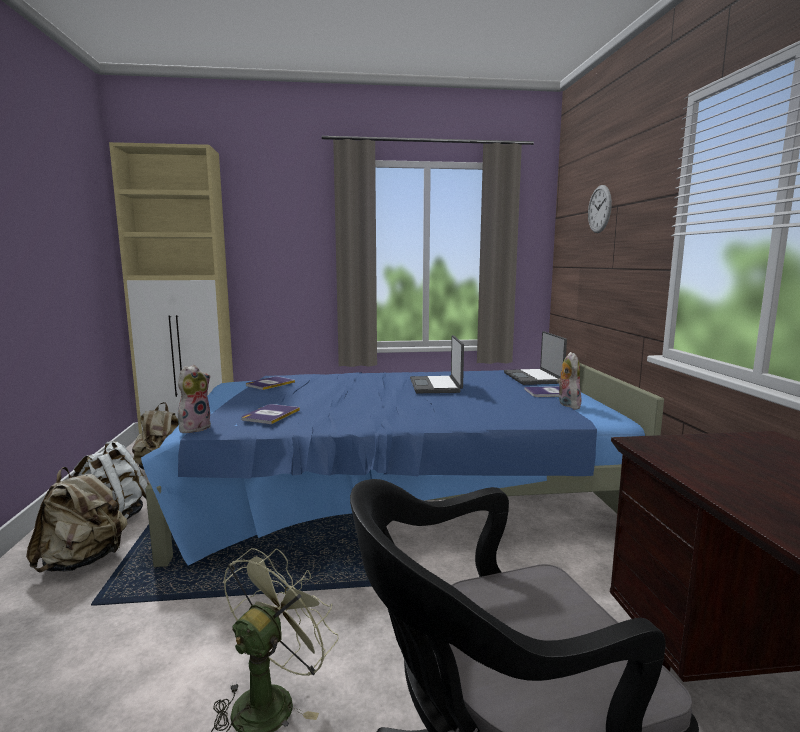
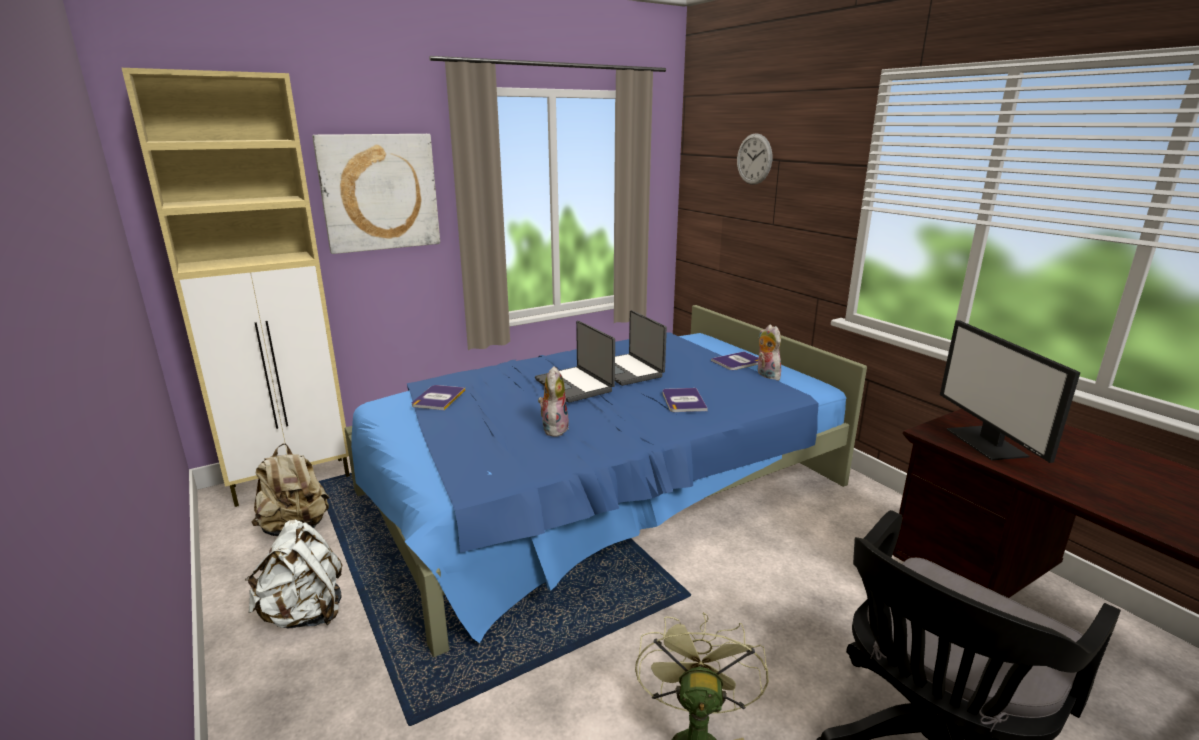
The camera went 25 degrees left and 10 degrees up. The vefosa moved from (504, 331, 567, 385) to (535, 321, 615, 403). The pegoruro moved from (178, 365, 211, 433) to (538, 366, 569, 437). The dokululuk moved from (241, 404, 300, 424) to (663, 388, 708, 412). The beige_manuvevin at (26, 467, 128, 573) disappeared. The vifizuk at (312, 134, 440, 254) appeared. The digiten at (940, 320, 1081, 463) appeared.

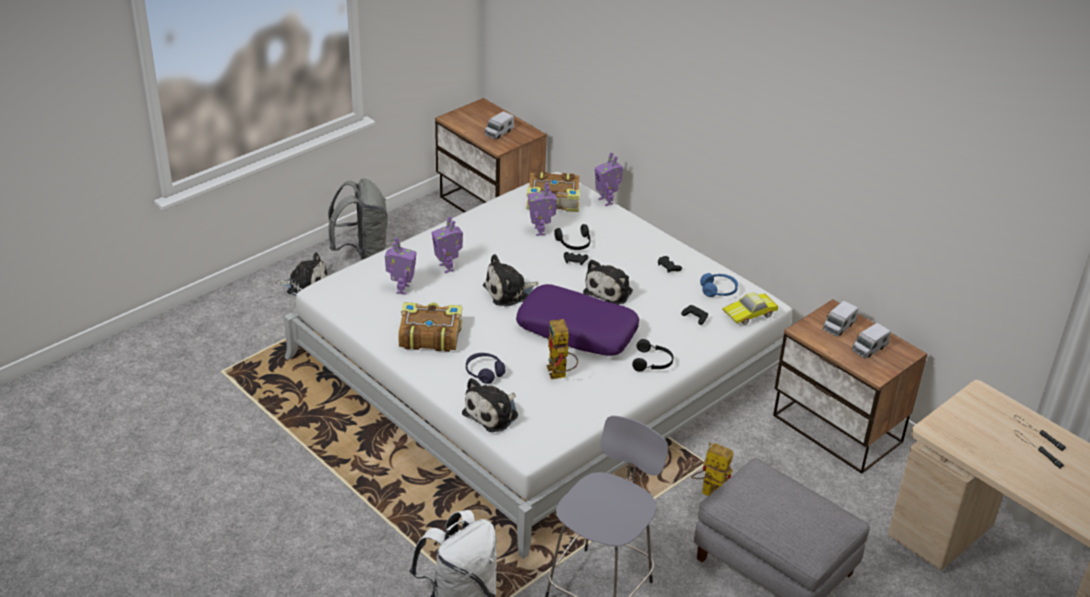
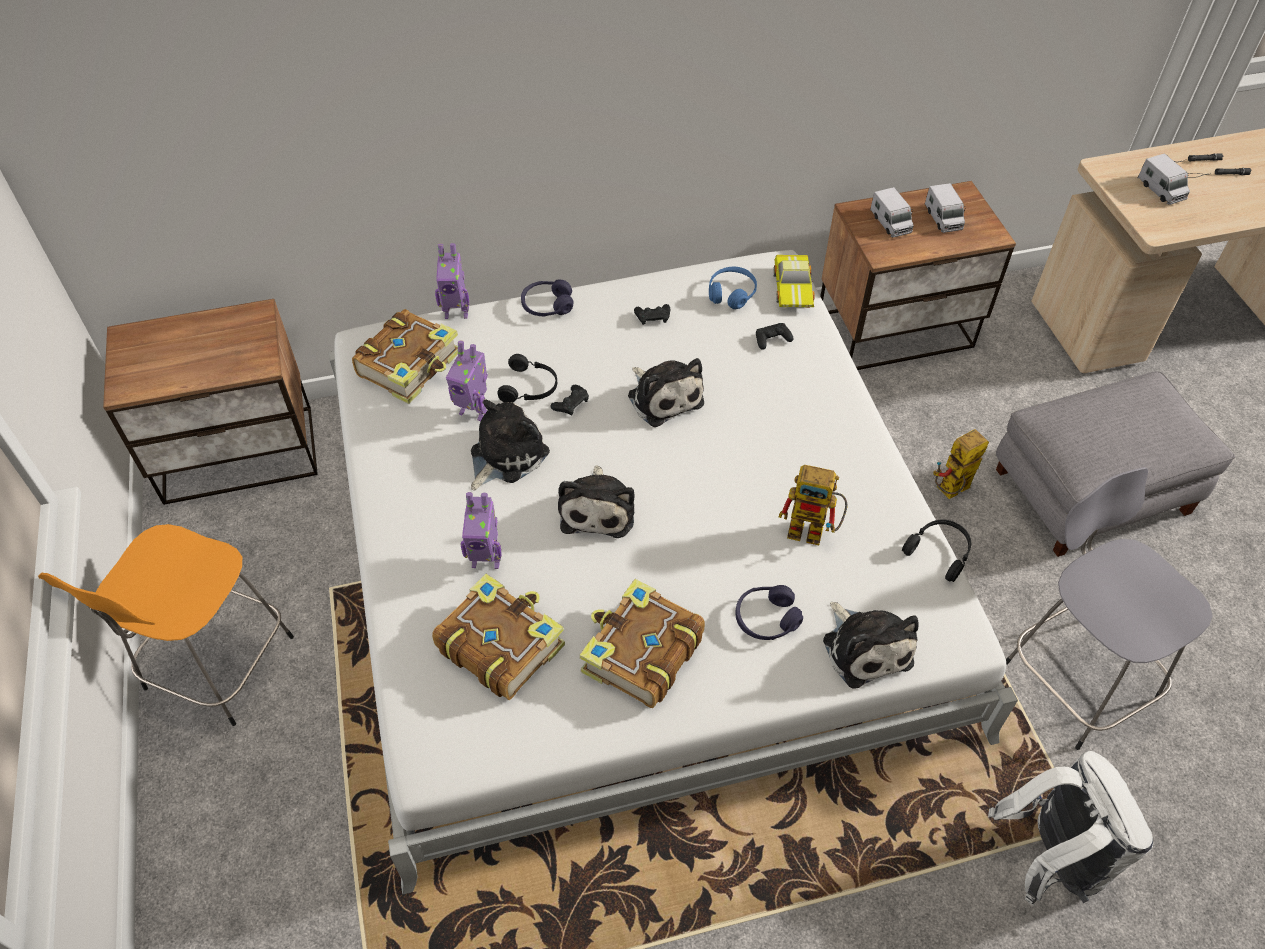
The camera went 60 degrees left and 15 degrees up. The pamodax moved from (484, 111, 514, 139) to (1138, 153, 1190, 205). The grey_manuvevin at (328, 179, 387, 260) was replaced by the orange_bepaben at (38, 524, 294, 726). The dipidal at (385, 238, 416, 295) was replaced by the dokululuk at (432, 574, 565, 700). The pegoruro moved from (276, 252, 328, 296) to (471, 400, 550, 491). The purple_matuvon at (516, 284, 639, 356) disappeared. The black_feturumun moved from (632, 339, 673, 372) to (902, 519, 971, 582). The purple_feturumun at (521, 279, 573, 317) appeared.

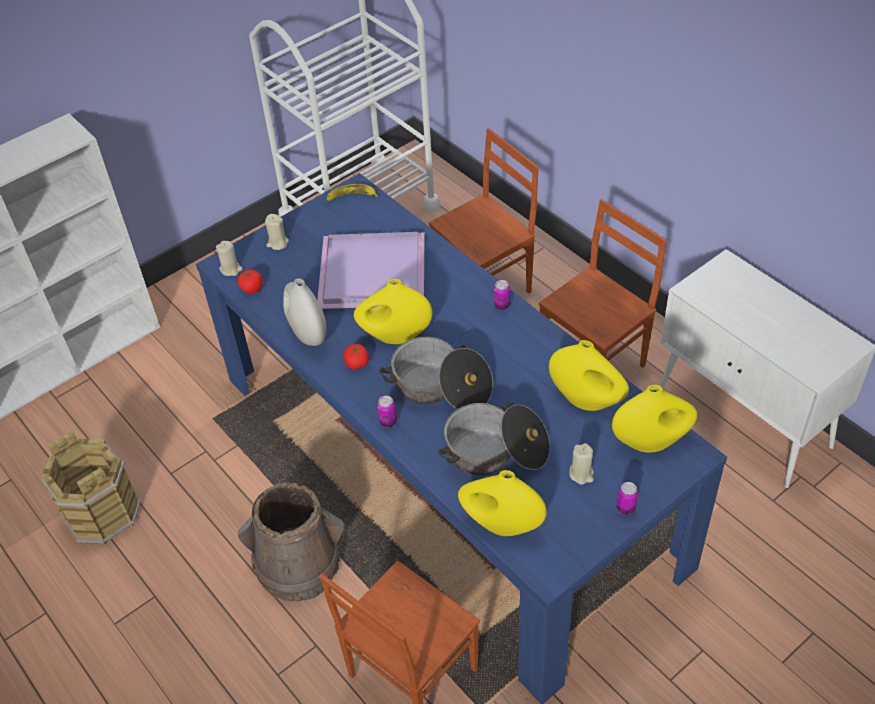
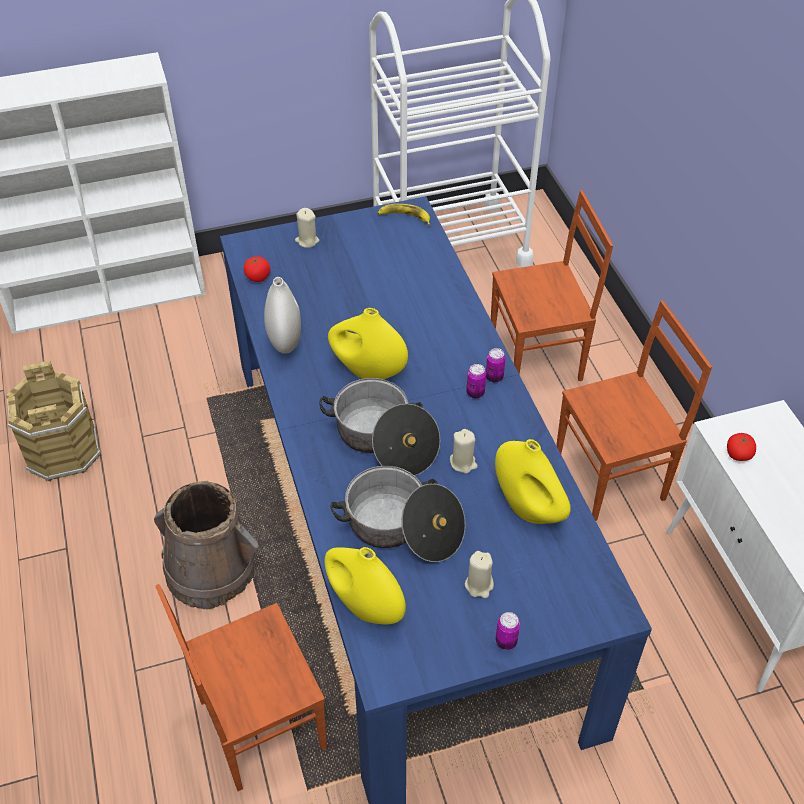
The camera went 20 degrees right and 0 degrees up. The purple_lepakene at (317, 232, 425, 309) disappeared. The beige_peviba moved from (216, 241, 243, 276) to (450, 429, 478, 474). The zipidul moved from (343, 344, 369, 369) to (727, 433, 756, 461). The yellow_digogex at (612, 385, 697, 453) disappeared. The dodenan moved from (377, 396, 397, 427) to (466, 364, 486, 398).

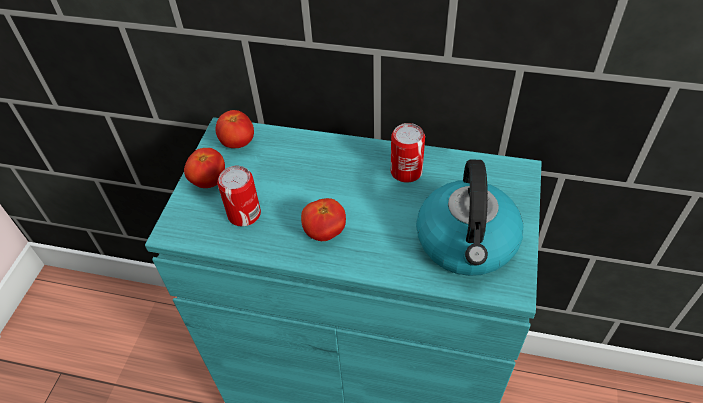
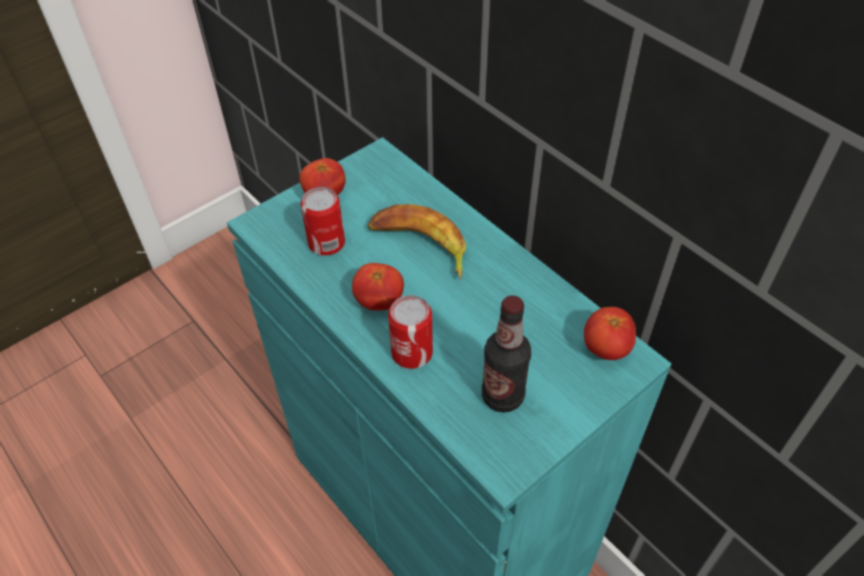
The camera went 35 degrees right and 0 degrees up. The zipidul moved from (216, 110, 254, 148) to (584, 307, 636, 360). The dodenan moved from (391, 123, 425, 183) to (388, 295, 433, 369). The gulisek at (416, 159, 523, 276) was replaced by the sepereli at (482, 295, 531, 413). The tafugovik at (368, 204, 466, 279) appeared.

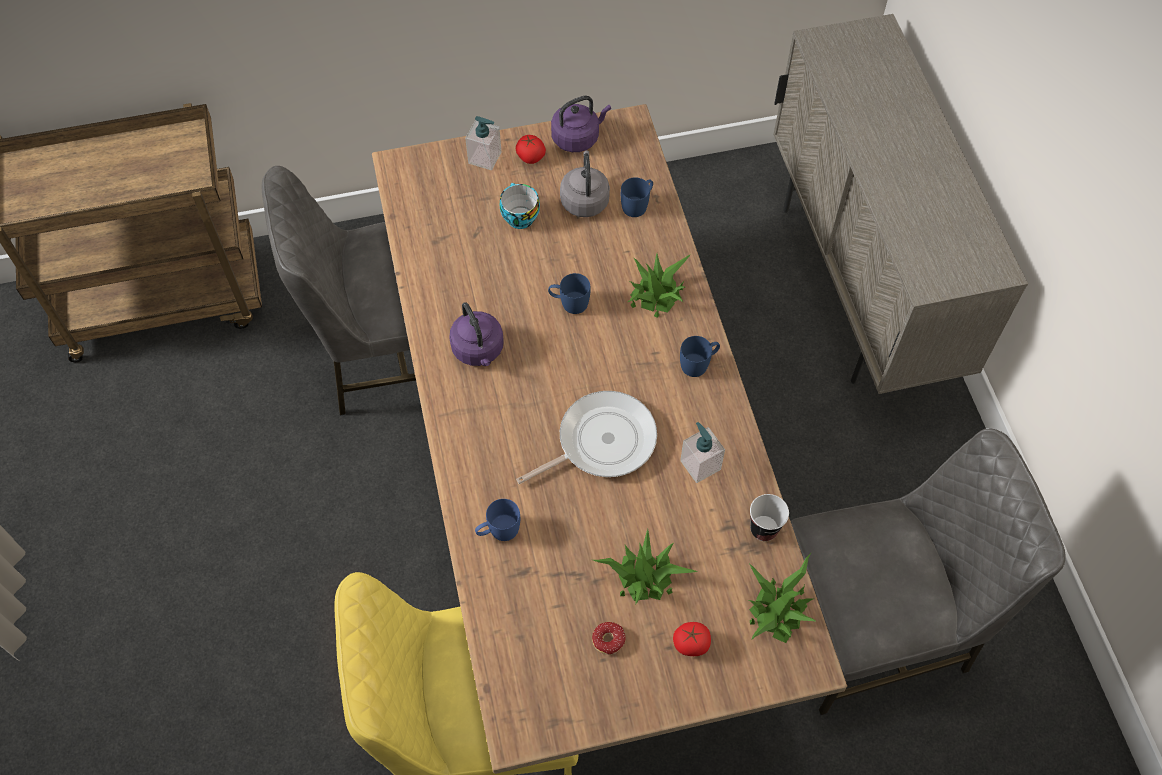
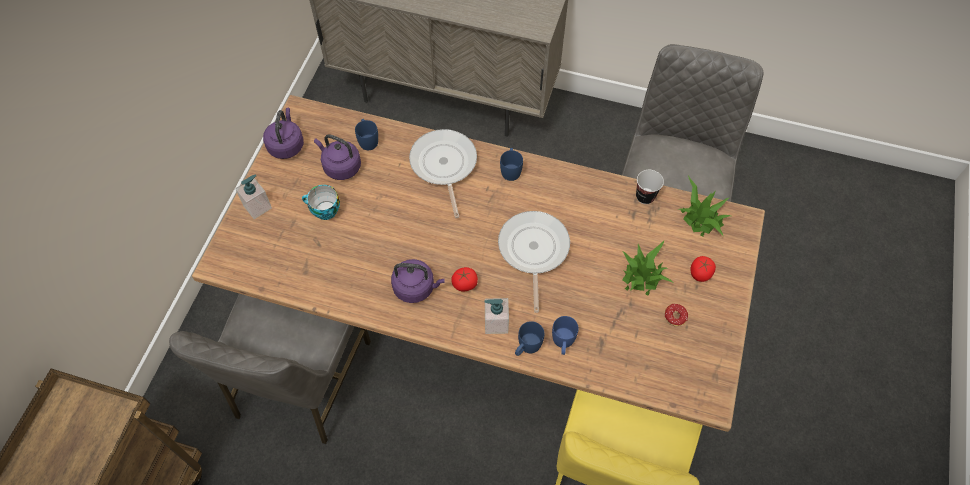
The camera went 60 degrees left and 0 degrees up. The zipidul moved from (516, 135, 546, 164) to (451, 267, 478, 291). The grey_gulisek at (560, 150, 610, 217) became the purple_gulisek at (314, 134, 361, 180). The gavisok at (628, 254, 691, 318) was replaced by the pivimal at (409, 129, 477, 218). The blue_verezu moved from (548, 273, 590, 314) to (515, 321, 544, 356). The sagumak moved from (680, 422, 725, 483) to (484, 298, 509, 334).

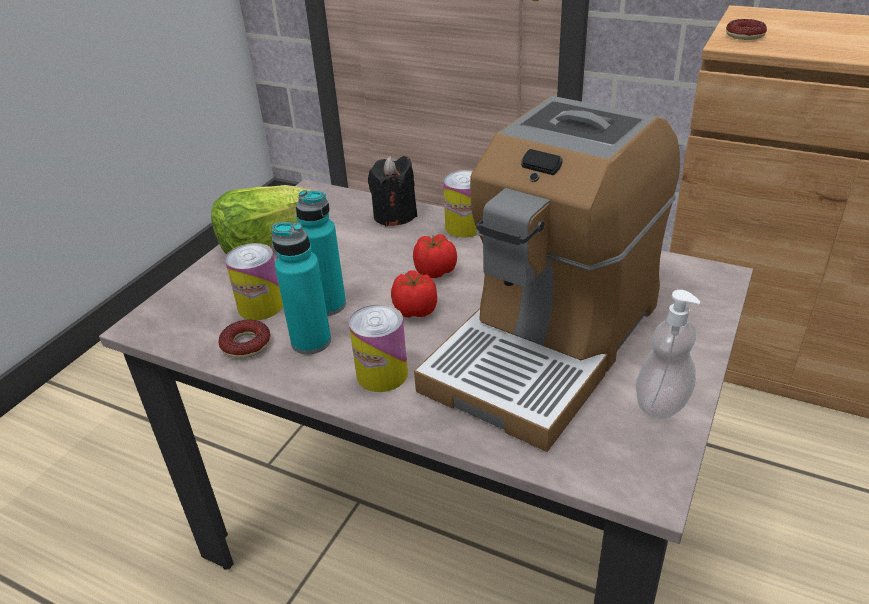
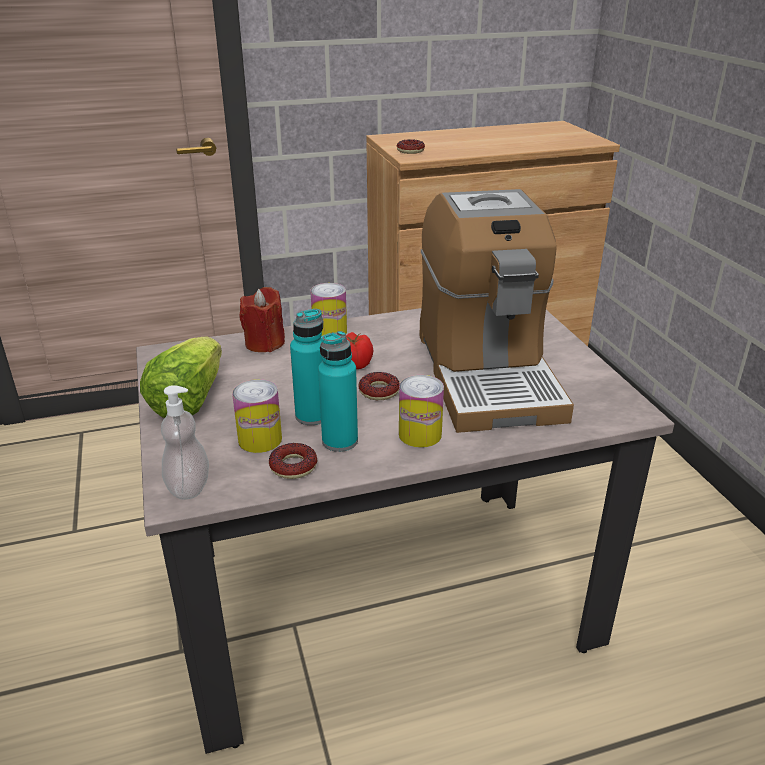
The camera went 45 degrees left and 5 degrees down. The black_peviba at (368, 156, 417, 227) became the red_peviba at (239, 287, 285, 352). The zipidul at (391, 271, 437, 318) was replaced by the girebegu at (359, 372, 400, 400). The sagumak moved from (636, 290, 700, 419) to (161, 385, 209, 499).

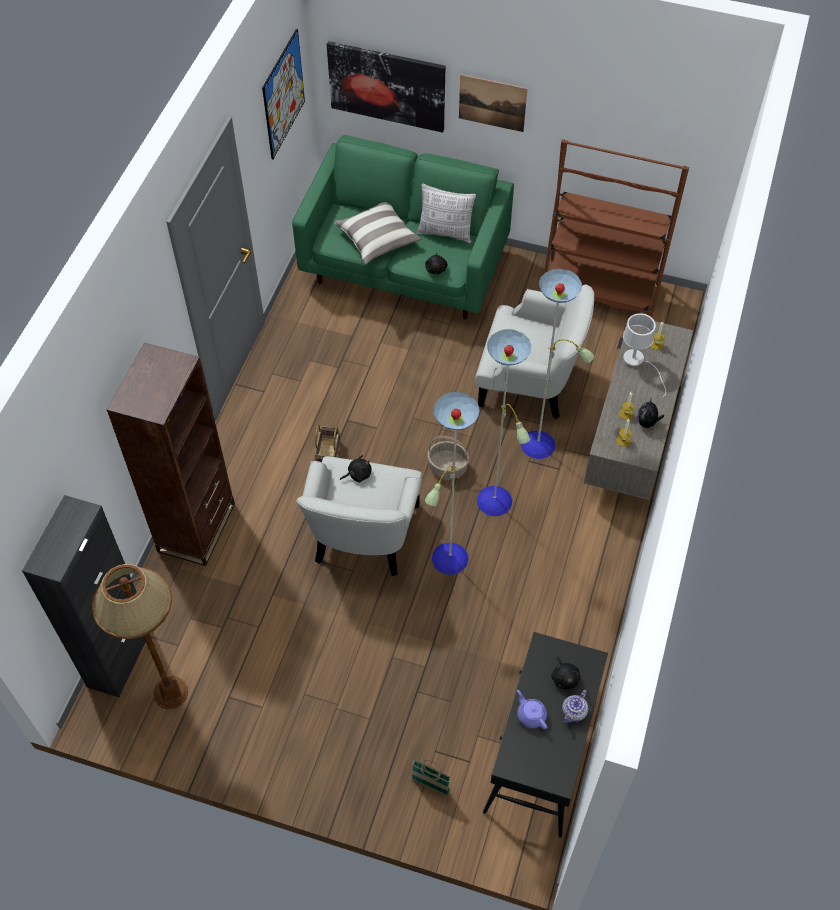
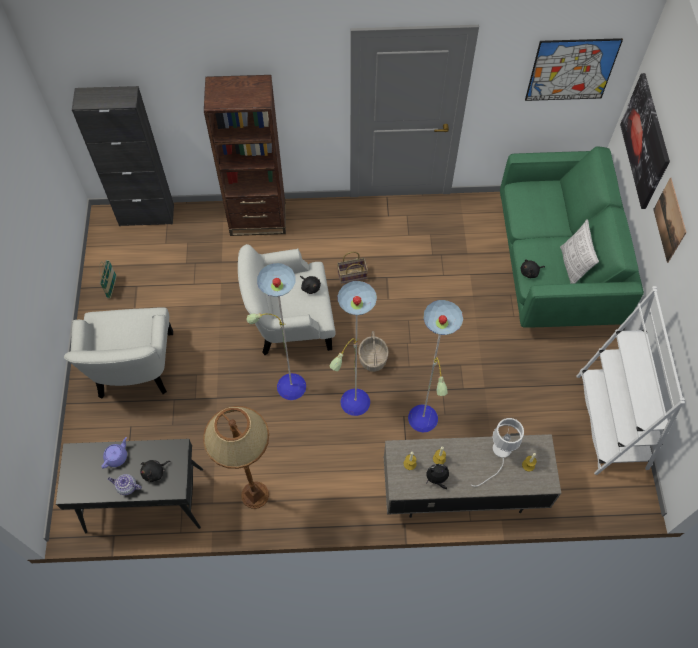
The camera went 70 degrees right and 5 degrees up. The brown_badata at (541, 139, 689, 318) became the white_badata at (576, 286, 685, 475). The matuvon at (333, 202, 422, 265) disappeared. The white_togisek moved from (475, 285, 594, 419) to (64, 307, 173, 399). The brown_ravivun moved from (92, 564, 188, 709) to (203, 406, 269, 509). The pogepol moved from (412, 760, 451, 796) to (99, 260, 117, 298).

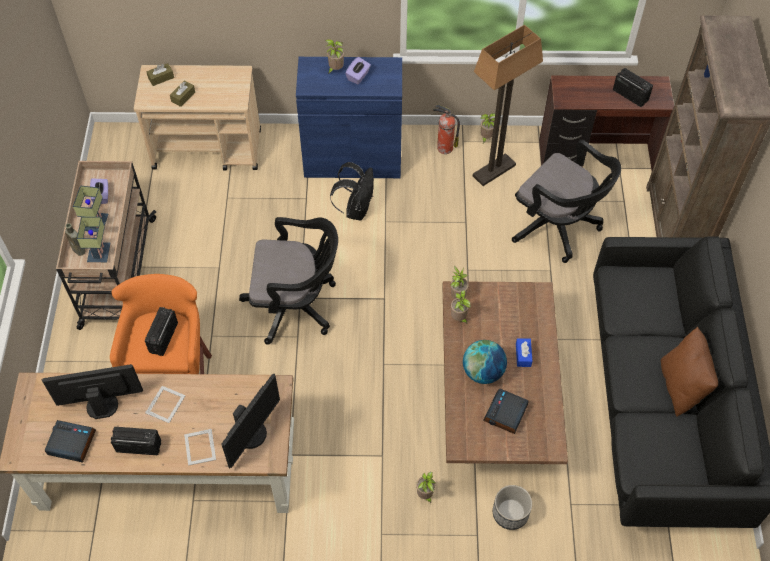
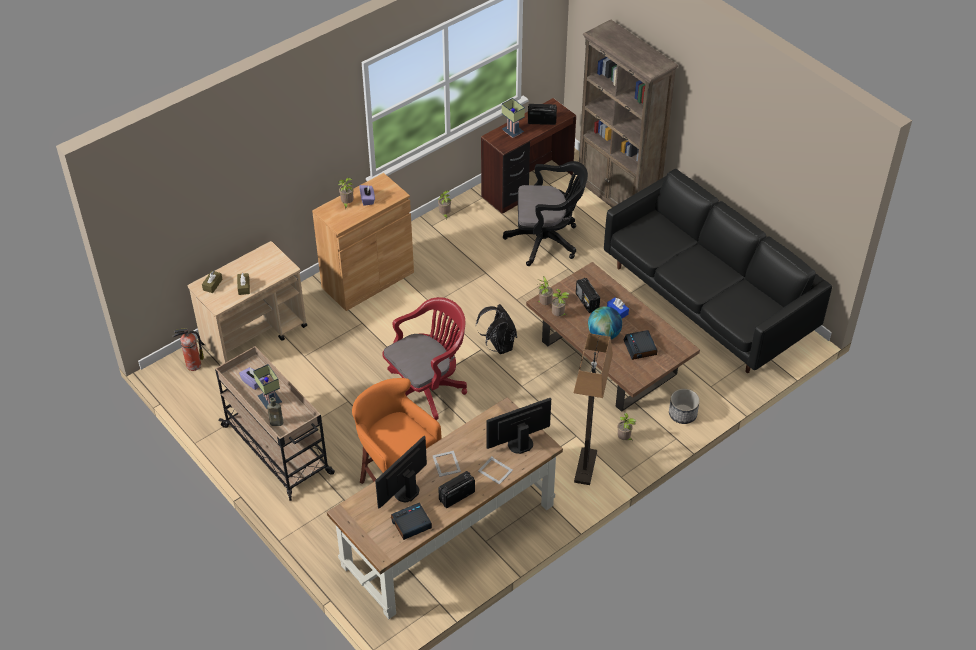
The camera went 40 degrees left and 10 degrees down. The ravivun moved from (473, 25, 543, 186) to (574, 333, 613, 485). The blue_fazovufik at (296, 57, 402, 178) became the brown_fazovufik at (312, 173, 414, 311). The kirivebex moved from (433, 105, 460, 154) to (172, 328, 204, 371). The black_manuvevin moved from (330, 162, 374, 220) to (476, 304, 517, 354). The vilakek moved from (77, 217, 110, 262) to (502, 98, 525, 138). The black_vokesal at (239, 217, 338, 345) became the red_vokesal at (383, 297, 467, 420). The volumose moved from (145, 307, 178, 356) to (576, 278, 600, 313). The brown_matuvon at (661, 327, 718, 417) disappeared. The digiten at (222, 374, 280, 468) turned 105 degrees counterclockwise.

